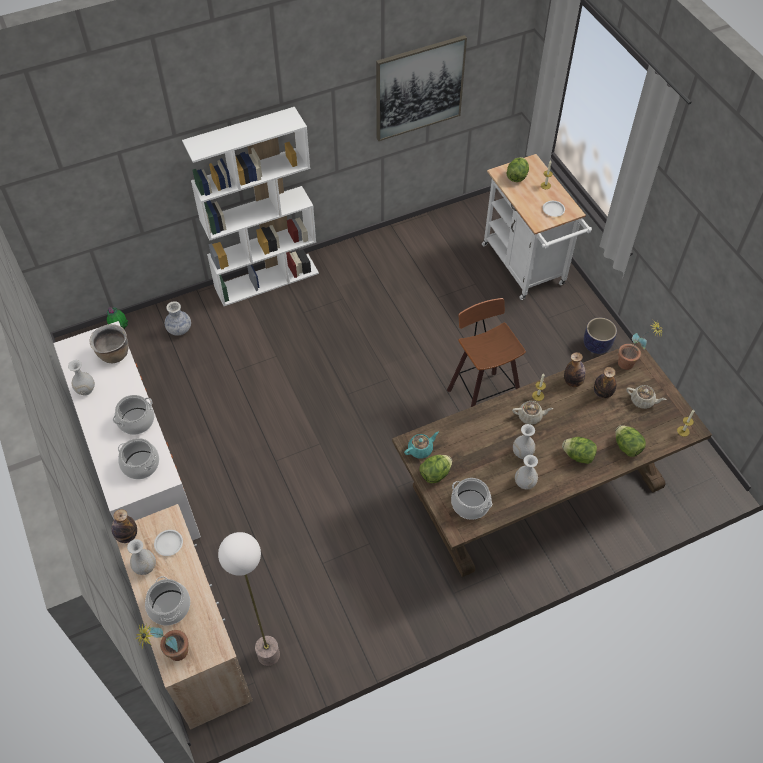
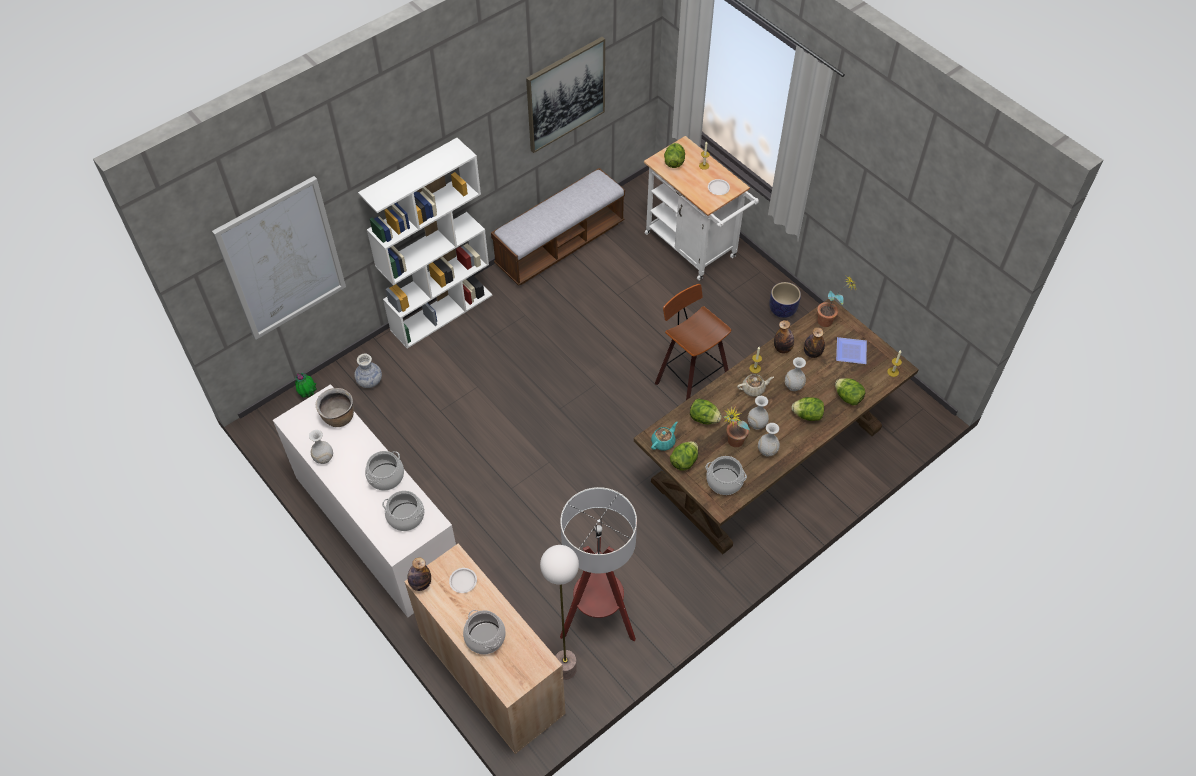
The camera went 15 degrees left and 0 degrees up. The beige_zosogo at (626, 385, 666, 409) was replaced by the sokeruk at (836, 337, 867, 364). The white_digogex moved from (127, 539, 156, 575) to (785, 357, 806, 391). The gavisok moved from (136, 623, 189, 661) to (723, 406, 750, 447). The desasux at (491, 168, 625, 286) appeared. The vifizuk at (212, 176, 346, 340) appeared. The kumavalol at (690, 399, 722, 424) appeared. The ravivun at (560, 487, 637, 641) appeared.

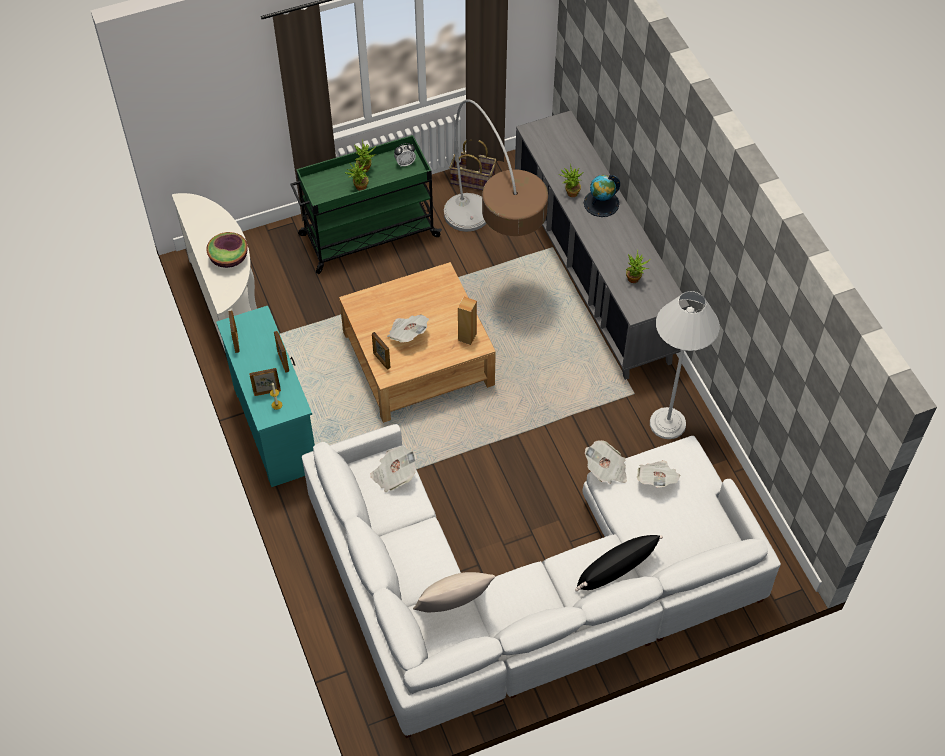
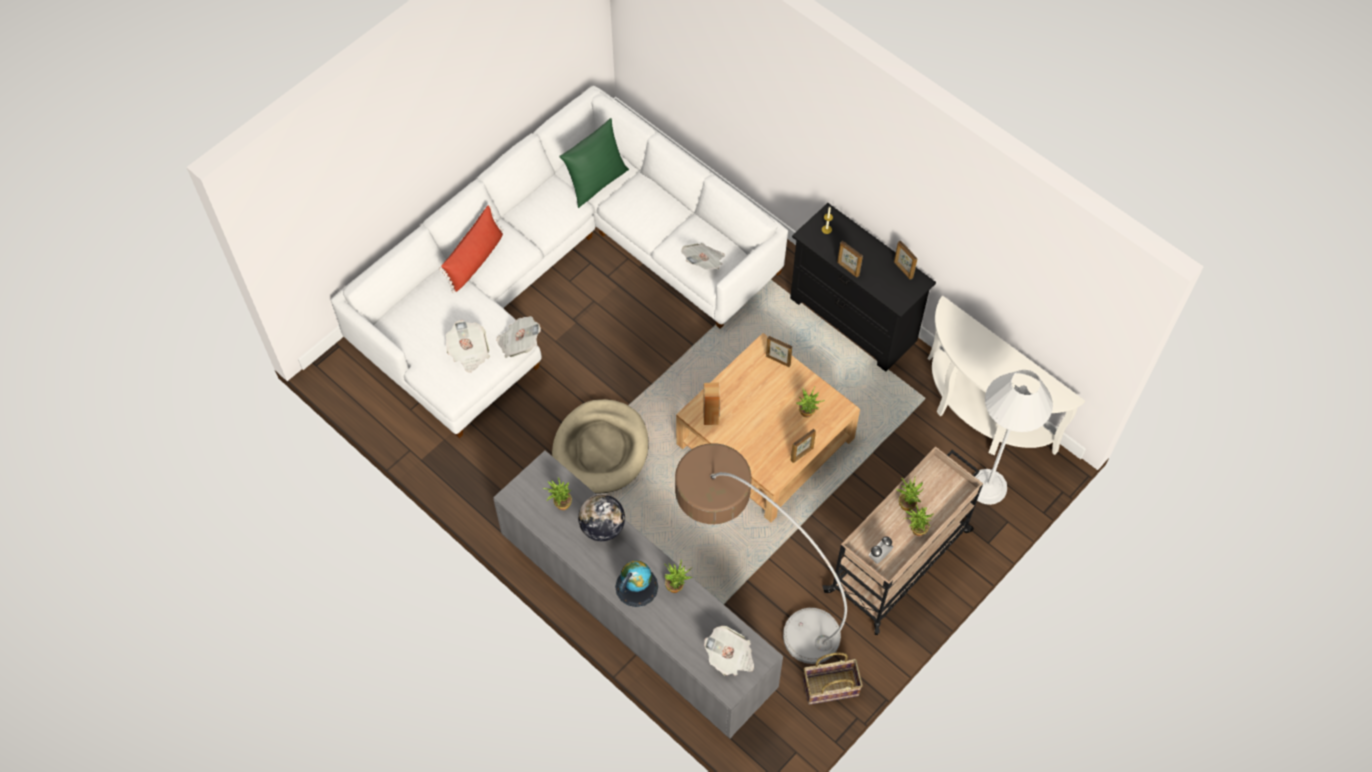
The camera went 155 degrees right and 5 degrees up. The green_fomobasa at (291, 135, 442, 274) became the beige_fomobasa at (822, 446, 983, 635). The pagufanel at (206, 232, 248, 268) disappeared. The white_ravivun moved from (650, 291, 720, 439) to (975, 370, 1053, 505). The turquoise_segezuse at (216, 306, 315, 487) became the black_segezuse at (790, 203, 936, 372). The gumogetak moved from (387, 315, 429, 342) to (704, 626, 754, 676). The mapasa moved from (249, 368, 281, 396) to (790, 429, 816, 463). The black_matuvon at (575, 535, 663, 592) became the red_matuvon at (439, 205, 503, 293). The beige_matuvon at (413, 572, 495, 612) became the green_matuvon at (559, 118, 629, 208). The gavisok at (796, 386, 825, 417) appeared. The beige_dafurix at (552, 399, 648, 494) appeared. The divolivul at (578, 494, 625, 541) appeared.

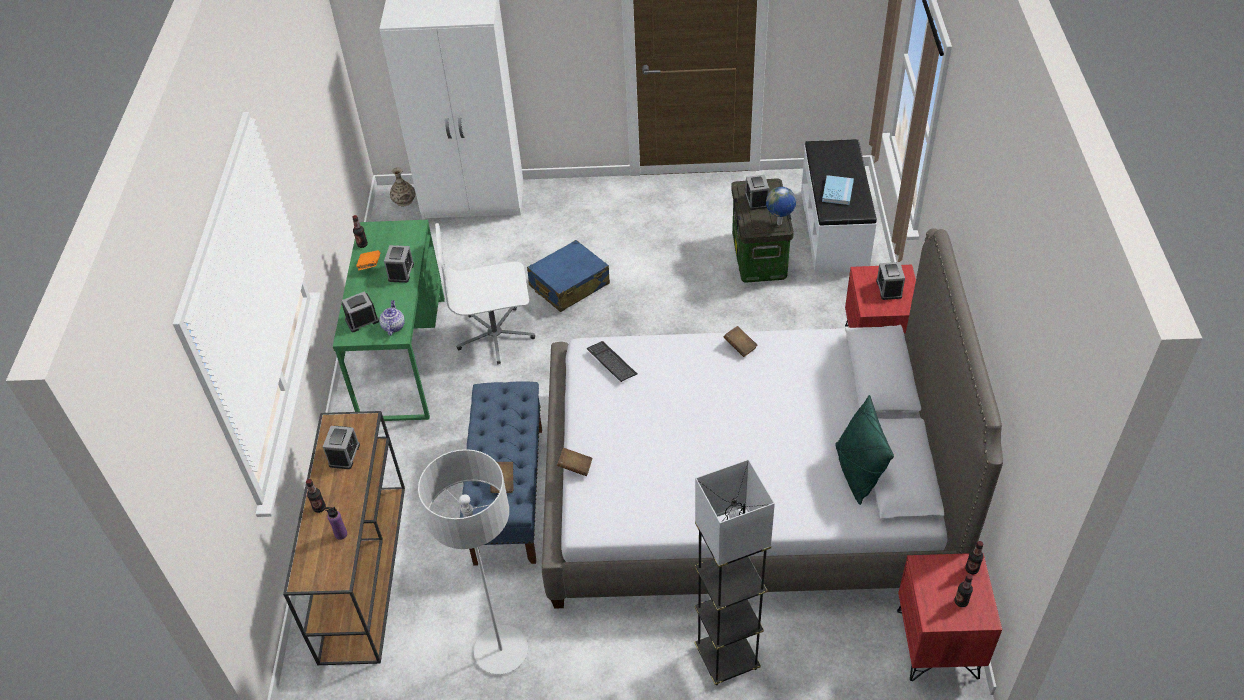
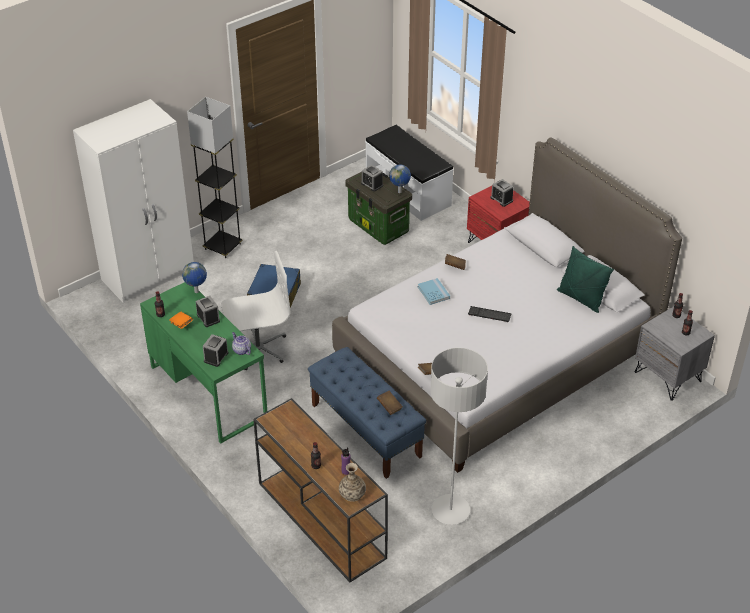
The camera went 40 degrees left and 5 degrees down. The digogex moved from (390, 167, 415, 206) to (339, 463, 366, 502). The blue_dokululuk moved from (822, 175, 854, 205) to (417, 278, 450, 305). The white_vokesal at (435, 223, 535, 364) turned 150 degrees counterclockwise. The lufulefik moved from (587, 341, 637, 382) to (468, 306, 512, 322). The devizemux at (323, 426, 360, 469) disappeared. The grey_ravivun moved from (695, 459, 775, 685) to (187, 97, 242, 258). The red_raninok at (897, 553, 1002, 681) became the grey_raninok at (635, 306, 715, 401). The divolivul at (182, 262, 207, 293) appeared.

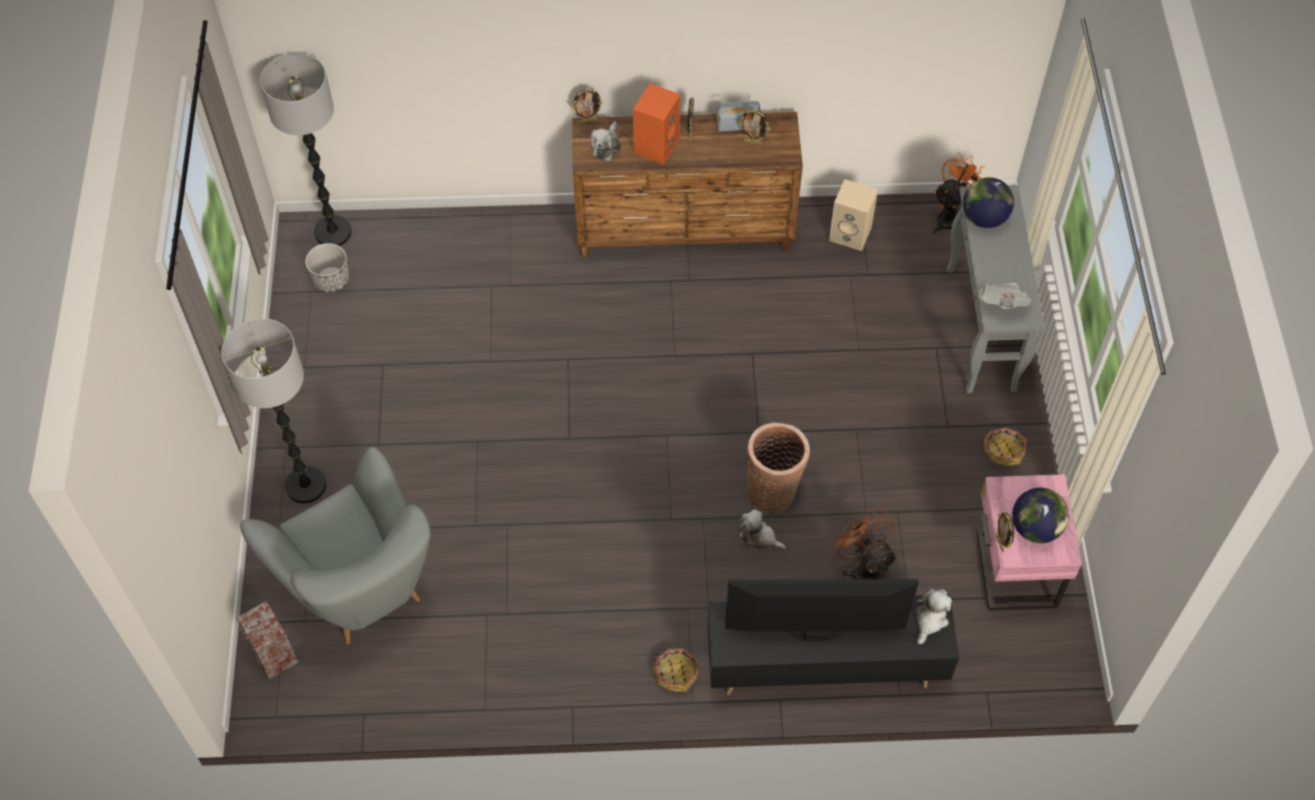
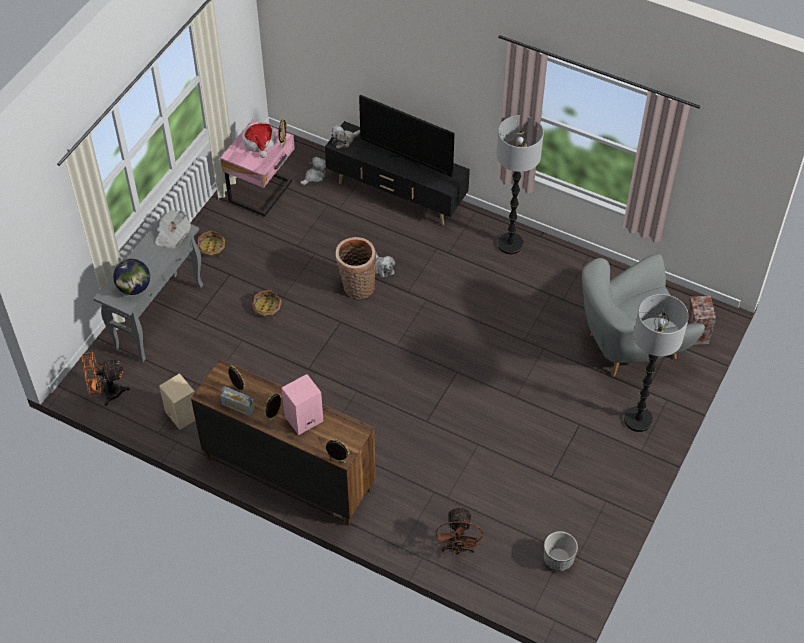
The camera went 150 degrees left and 5 degrees down. The ravivun moved from (260, 53, 352, 246) to (497, 115, 544, 255). The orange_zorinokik at (633, 83, 680, 164) became the pink_zorinokik at (282, 374, 323, 435). The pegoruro moved from (591, 121, 621, 161) to (300, 157, 326, 185). The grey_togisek at (240, 447, 431, 644) turned 105 degrees counterclockwise. The divolivul at (1012, 488, 1069, 543) was replaced by the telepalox at (242, 122, 276, 158). The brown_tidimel moved from (831, 508, 897, 579) to (435, 506, 483, 555). The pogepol moved from (652, 648, 699, 692) to (252, 290, 282, 319).

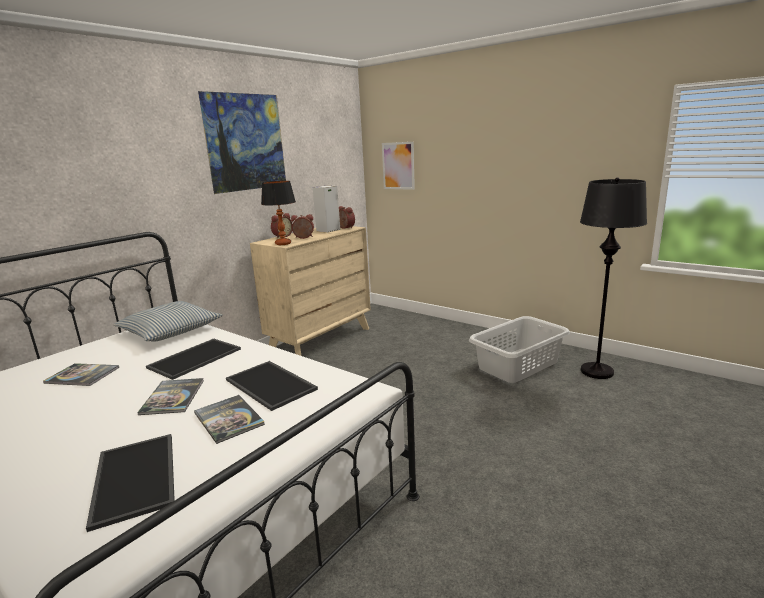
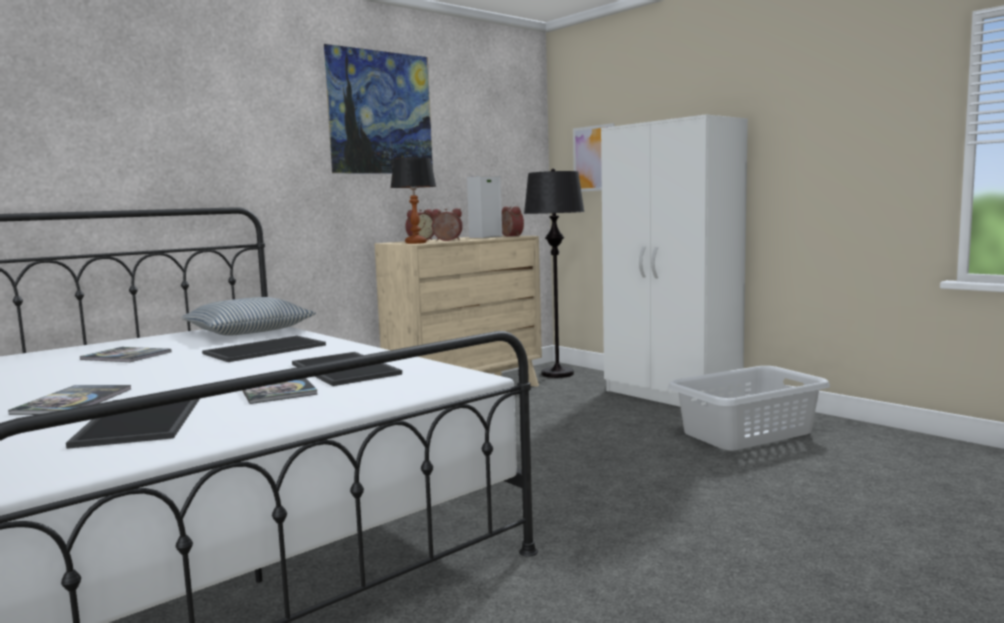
The camera went 10 degrees right and 10 degrees down. The black_ravivun moved from (580, 177, 647, 379) to (524, 168, 585, 378). The dokululuk moved from (137, 378, 204, 415) to (8, 385, 131, 415). The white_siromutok at (601, 114, 748, 407) appeared.

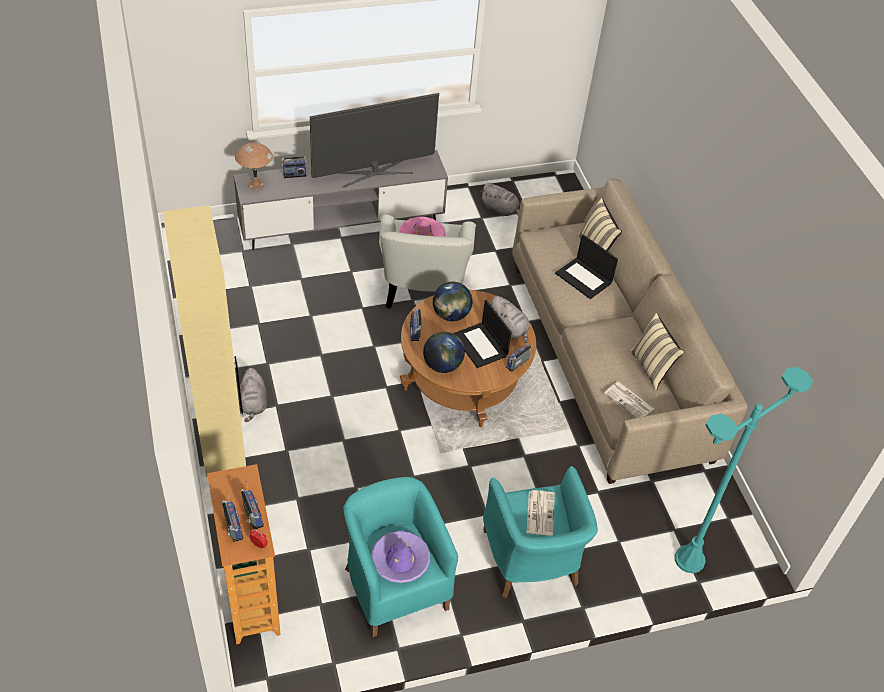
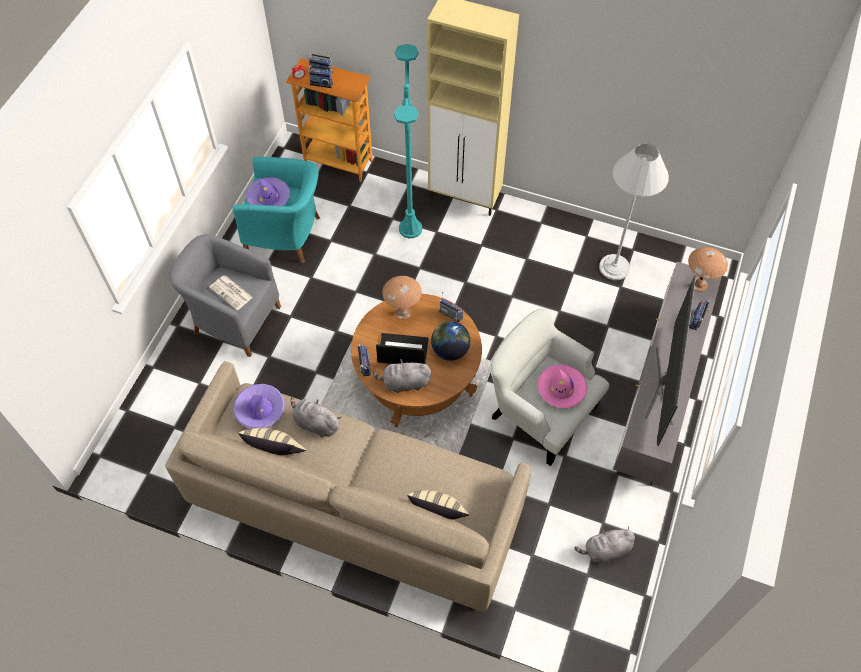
The camera went 130 degrees right and 10 degrees up. The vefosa at (555, 234, 618, 299) disappeared. The divolivul at (423, 332, 465, 373) was replaced by the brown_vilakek at (382, 276, 422, 320). The turquoise_ravivun moved from (675, 367, 813, 573) to (394, 44, 422, 238). The grey_pegoruro moved from (240, 368, 267, 422) to (291, 397, 341, 437). The gumogetak at (604, 382, 654, 418) was replaced by the purple_telepalox at (233, 384, 285, 429). The turquoise_togisek at (483, 466, 598, 598) became the grey_togisek at (170, 234, 281, 357). The white_ravivun at (599, 143, 669, 280) appeared.

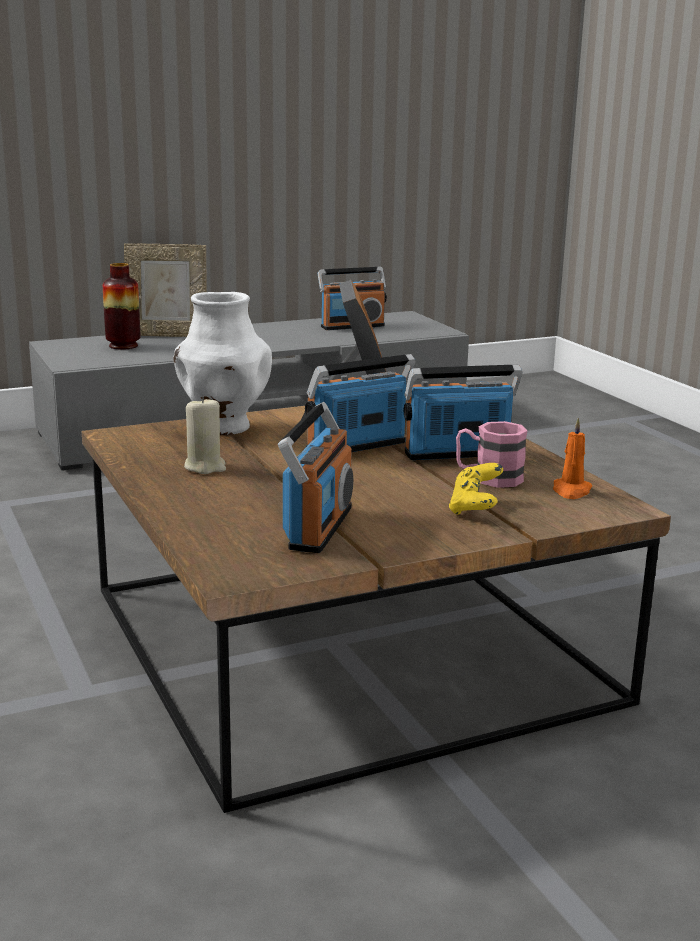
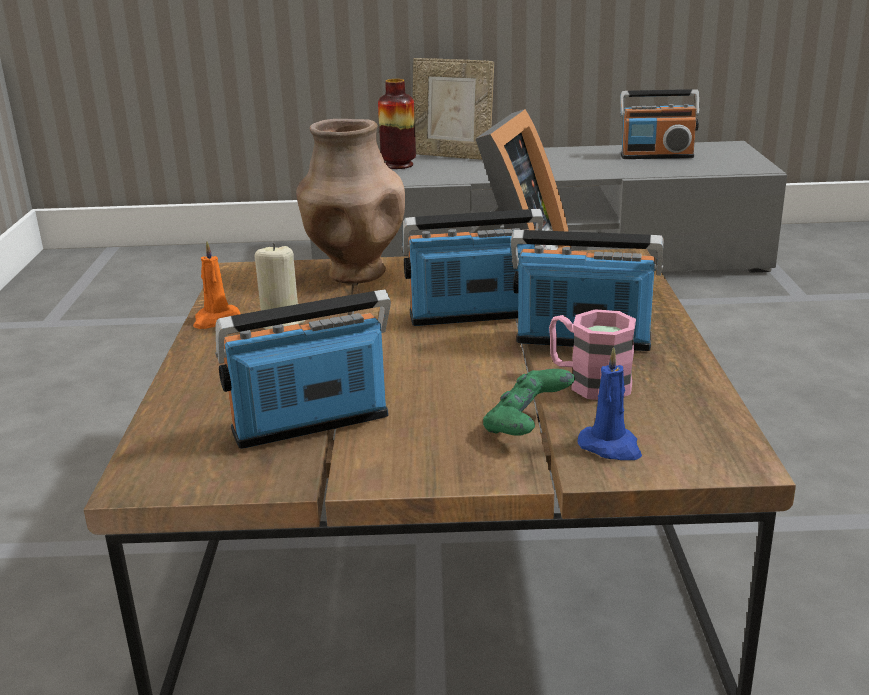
The camera went 25 degrees right and 5 degrees up. The white_digogex at (173, 292, 272, 435) became the brown_digogex at (296, 119, 405, 284). The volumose at (278, 402, 353, 553) turned 150 degrees counterclockwise. The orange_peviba moved from (553, 418, 592, 499) to (193, 241, 240, 329). The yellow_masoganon at (449, 463, 503, 515) became the green_masoganon at (483, 369, 575, 436). The blue_peviba at (577, 347, 642, 460) appeared.

